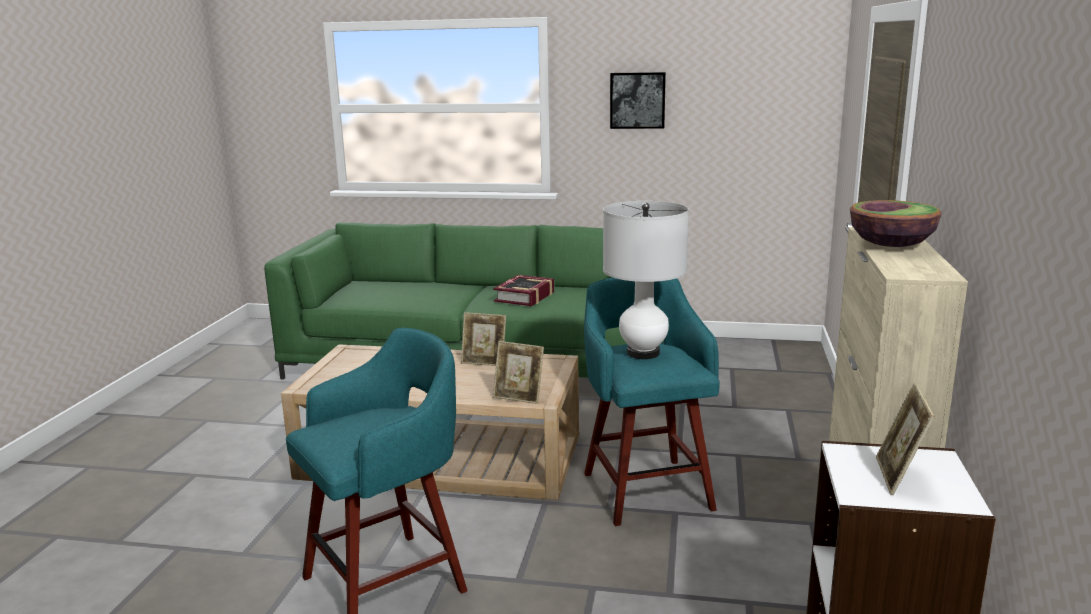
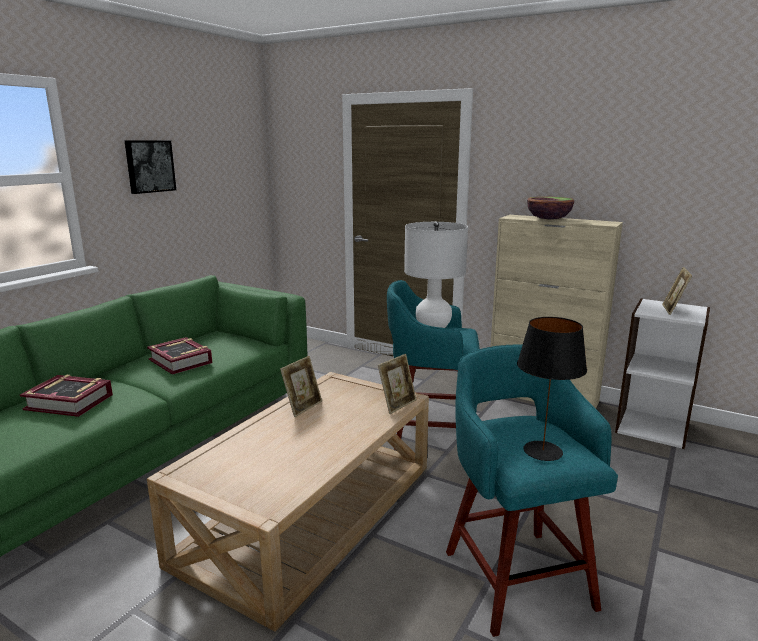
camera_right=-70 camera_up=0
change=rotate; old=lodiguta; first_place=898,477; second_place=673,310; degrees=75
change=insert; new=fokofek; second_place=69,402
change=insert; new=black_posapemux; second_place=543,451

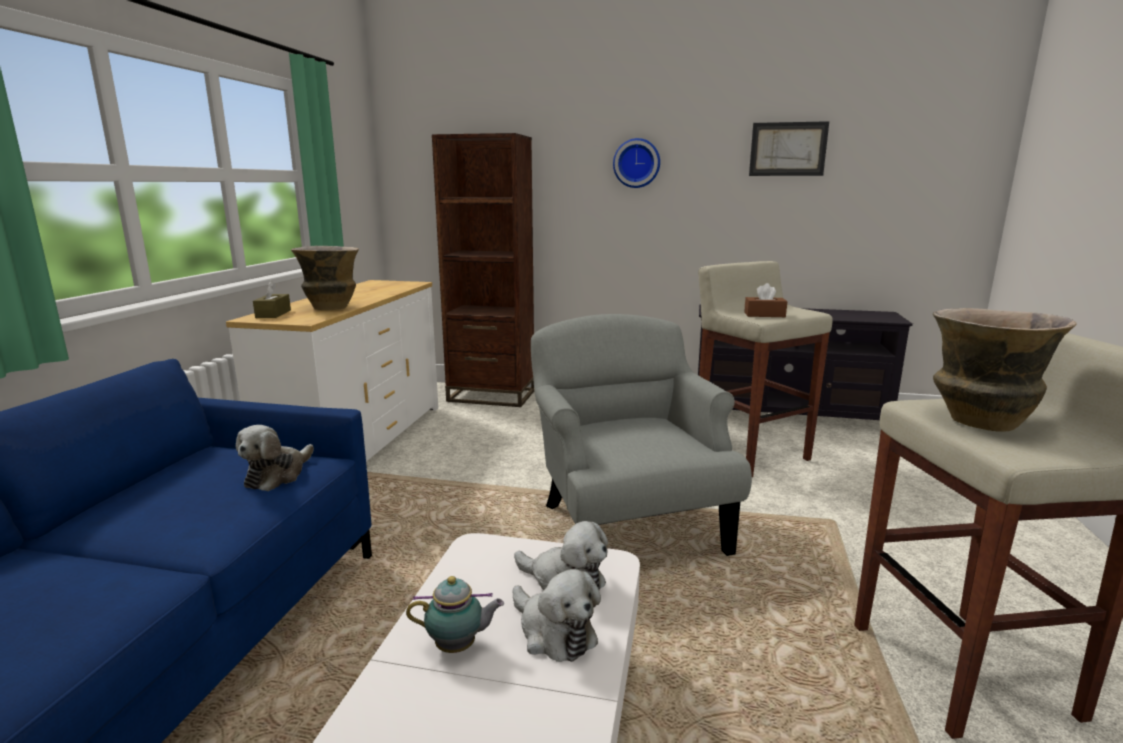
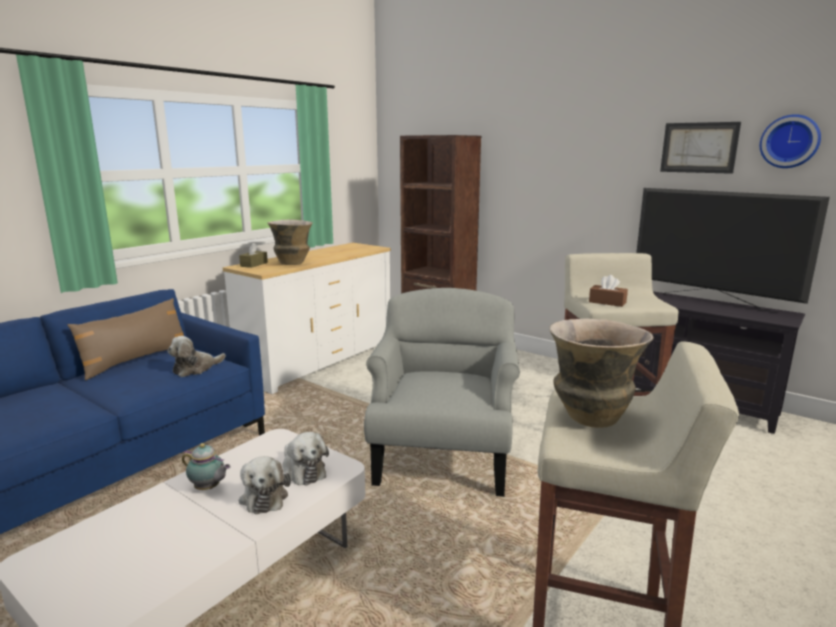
camera_right=25 camera_up=0
change=move; old=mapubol; first_place=636,163; second_place=789,141
change=insert; new=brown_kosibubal; second_place=136,360
change=insert; new=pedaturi; second_place=711,301

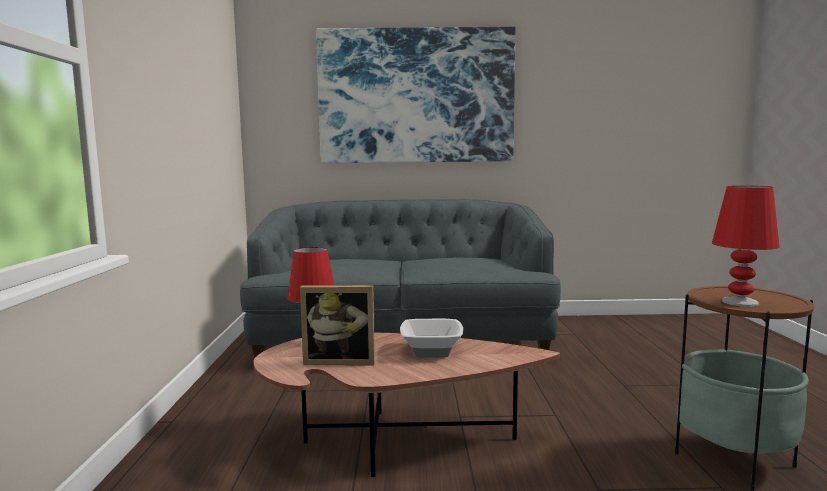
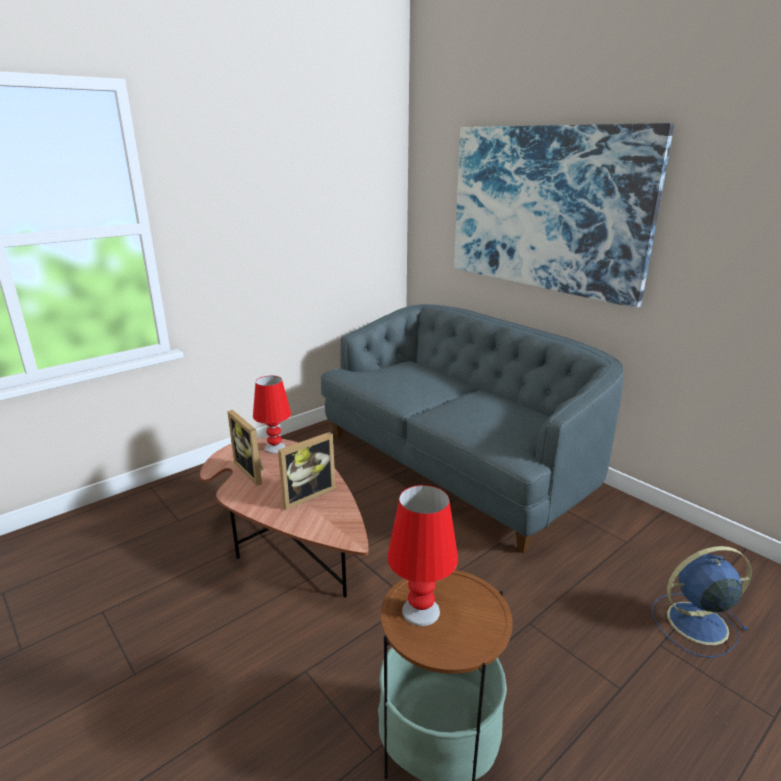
camera_right=50 camera_up=15
change=replace; old=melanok; new=lodiguta; first_place=431,351; second_place=306,494
change=insert; new=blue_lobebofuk; second_place=694,623

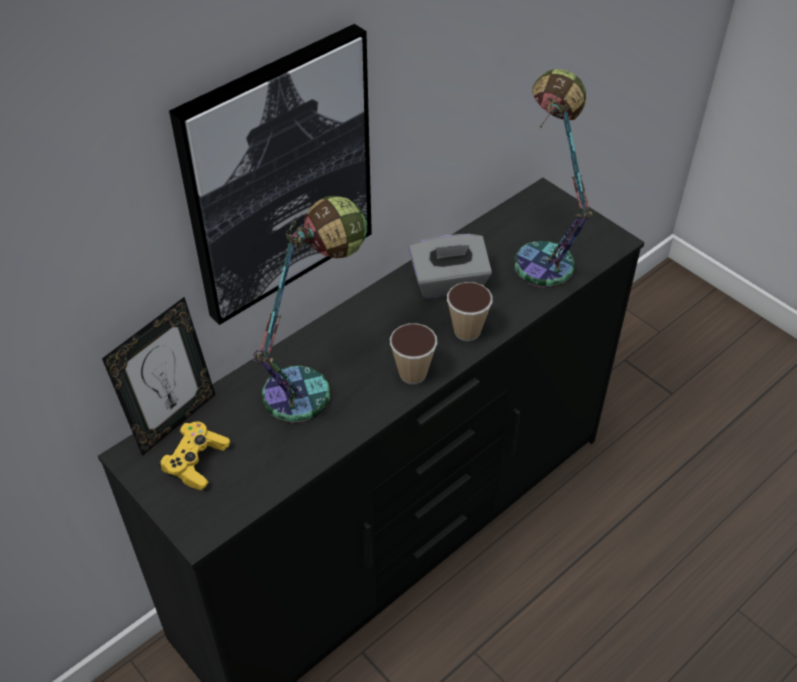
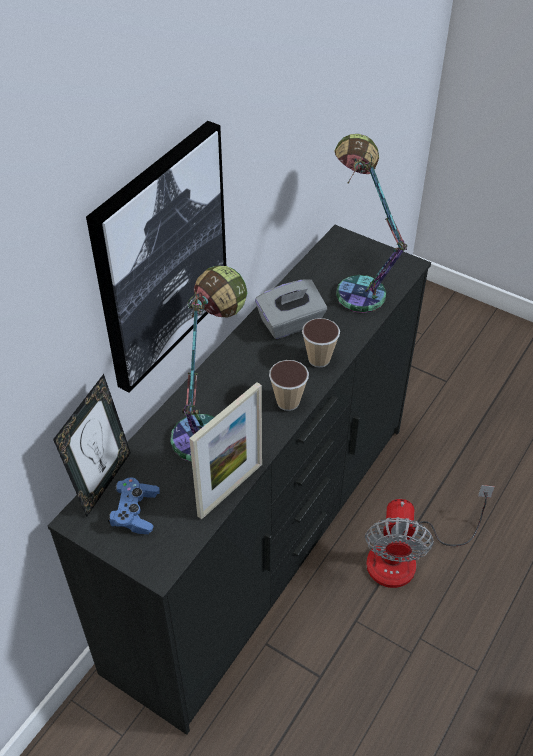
camera_right=-15 camera_up=0
change=recolor; old=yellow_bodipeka; new=blue_bodipeka; first_place=196,462; second_place=135,512
change=insert; new=lodiguta; second_place=230,489
change=insert; new=lobebofuk; second_place=407,557

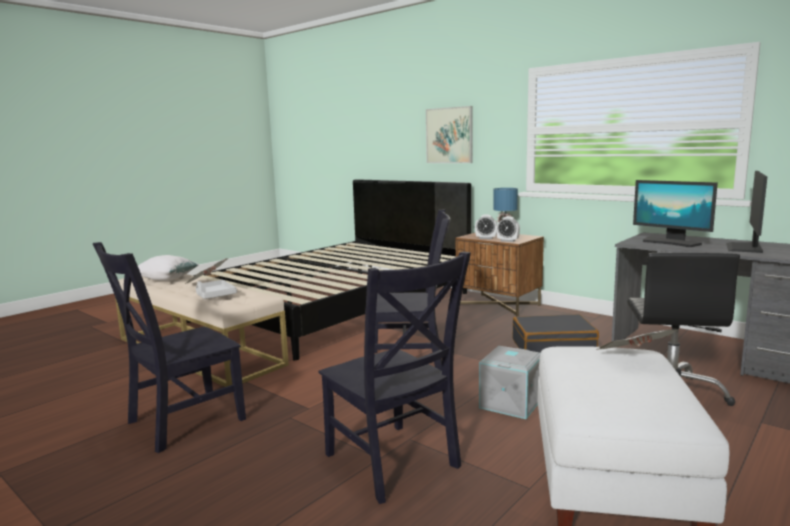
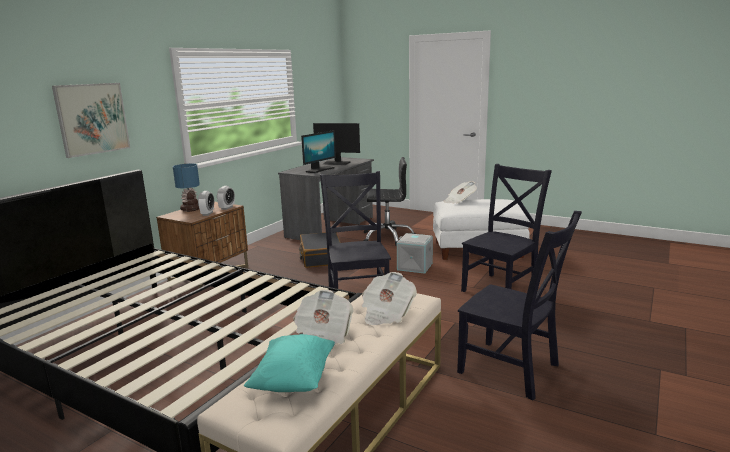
camera_right=-100 camera_up=5
change=recolor; old=white_kosibubal; new=turquoise_kosibubal; first_place=167,279; second_place=294,380
change=replace; old=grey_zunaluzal; new=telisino; first_place=214,296; second_place=386,313

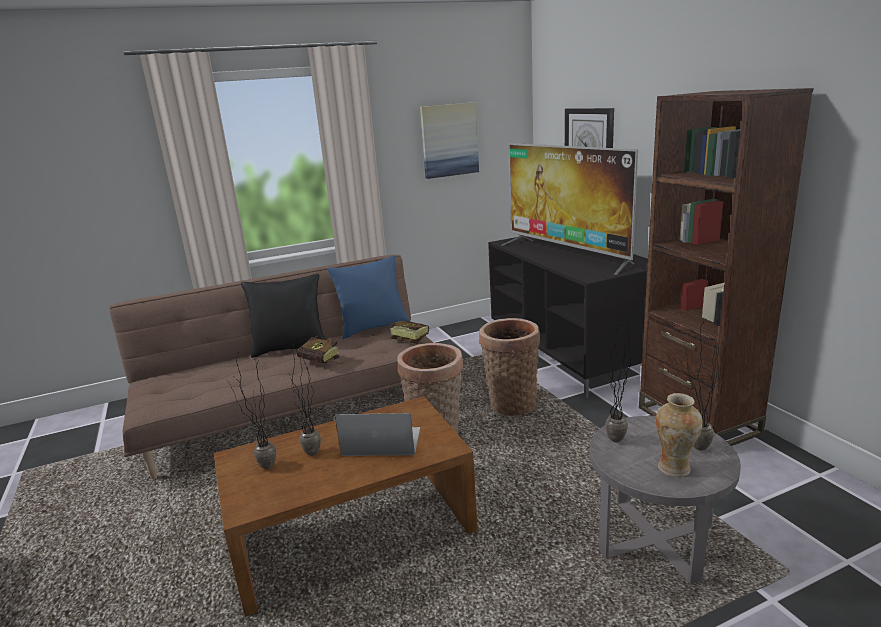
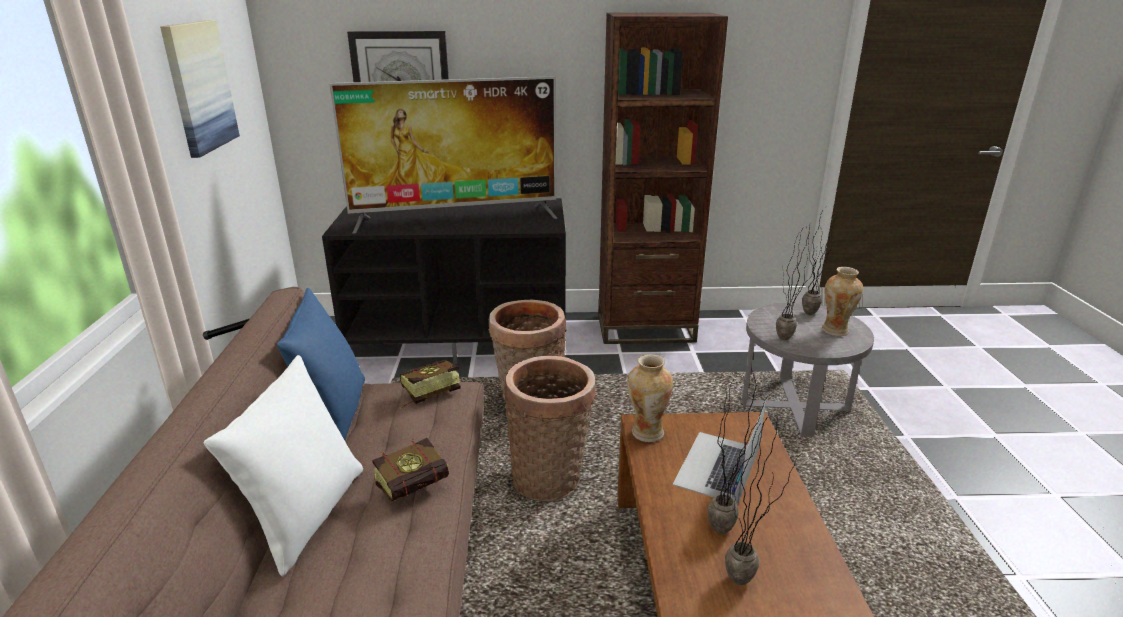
camera_right=-70 camera_up=5
change=recolor; old=black_kosibubal; new=white_kosibubal; first_place=291,348; second_place=306,516
change=insert; new=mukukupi; second_place=646,432

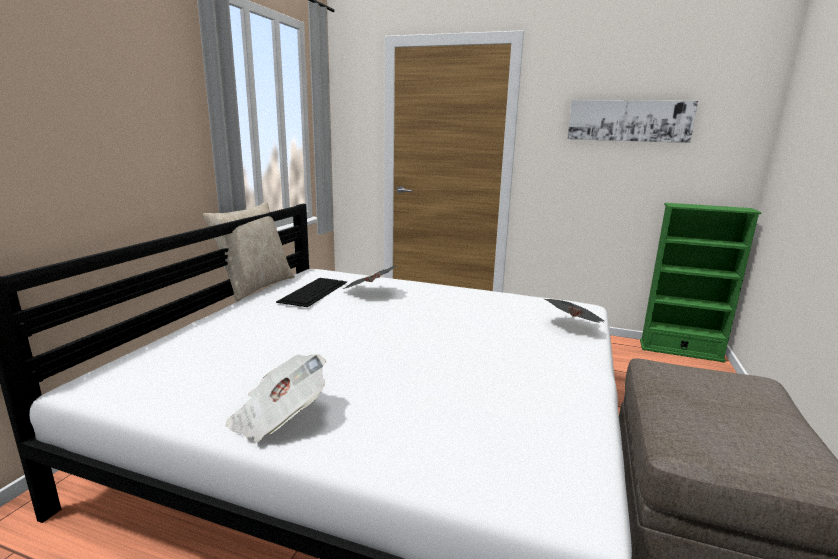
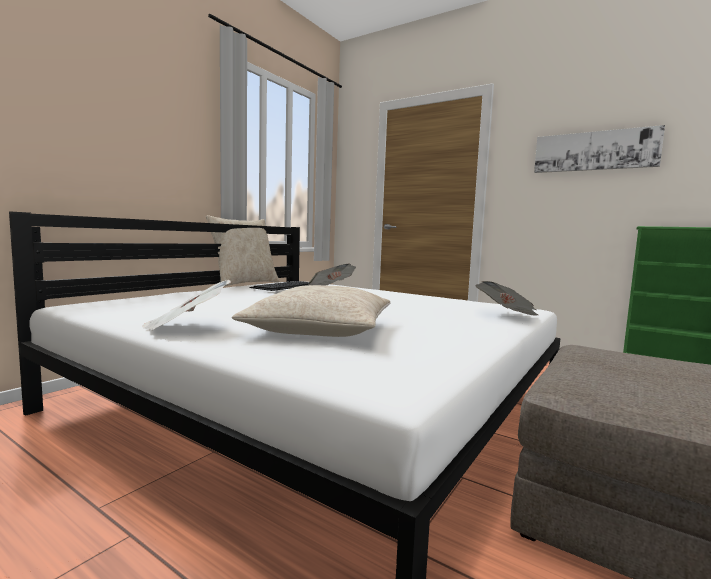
camera_right=15 camera_up=-10
change=insert; new=beige_kosibubal; second_place=320,329

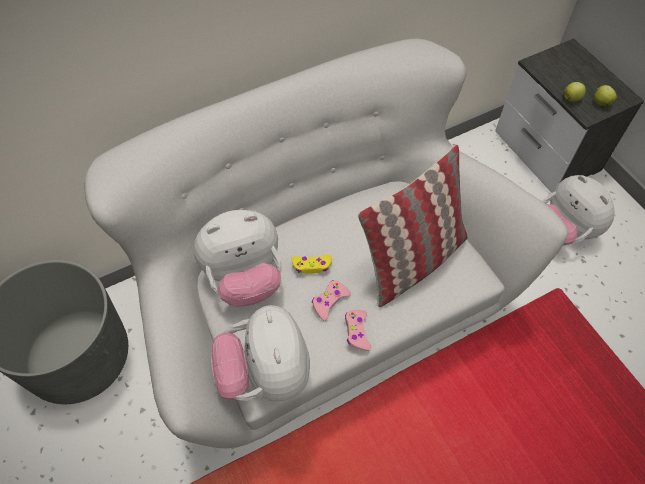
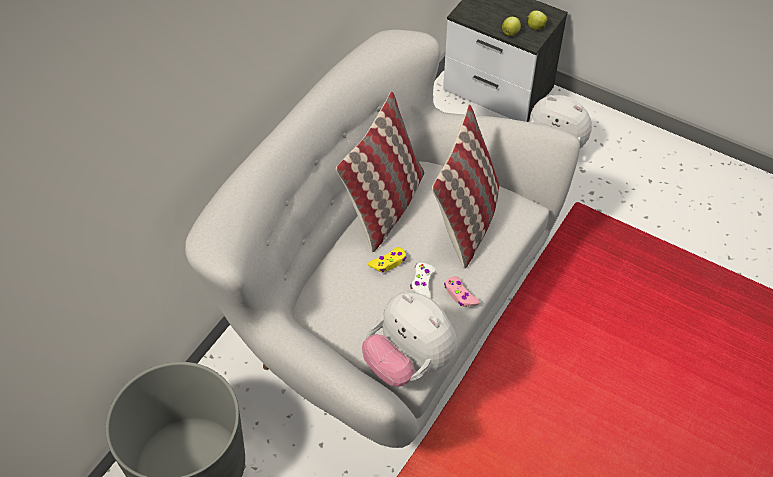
camera_right=-30 camera_up=-5
change=delete; old=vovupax; first_place=244,278
change=recolor; old=pink_bodipeka; new=white_bodipeka; first_place=329,301; second_place=422,283
change=insert; new=kosibubal; second_place=385,207

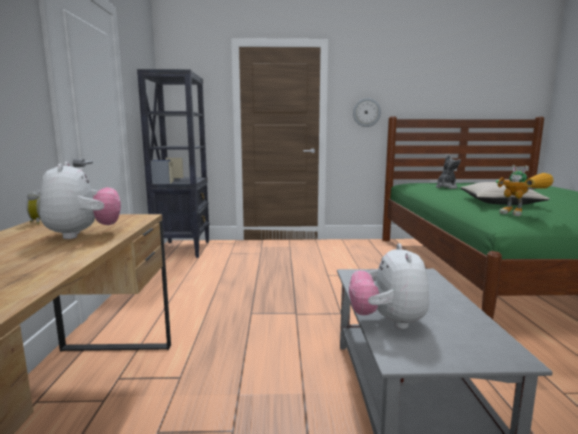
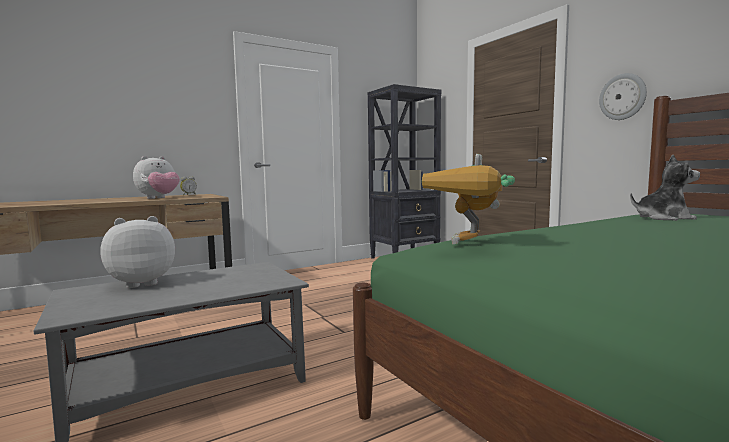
camera_right=60 camera_up=-5
change=delete; old=beige_kosibubal; first_place=499,202

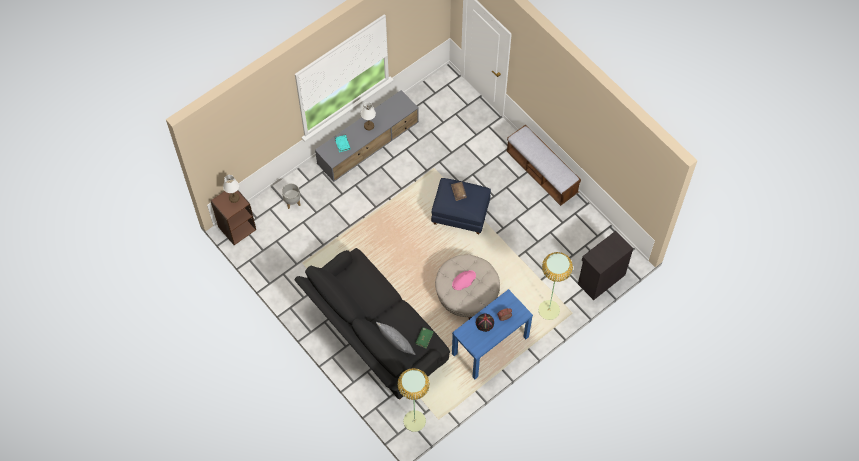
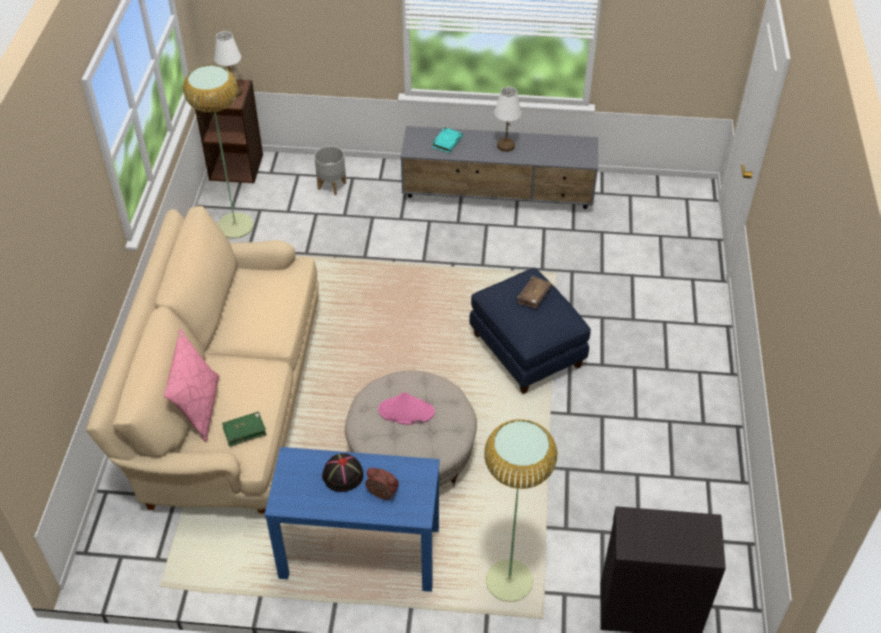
camera_right=45 camera_up=-15
change=recolor; old=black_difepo; new=beige_difepo; first_place=374,334; second_place=227,400
change=recolor; old=grey_kosibubal; new=pink_kosibubal; first_place=396,345; second_place=198,408
change=move; old=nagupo; first_place=414,421; second_place=235,226
change=delete; old=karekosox; first_place=541,173

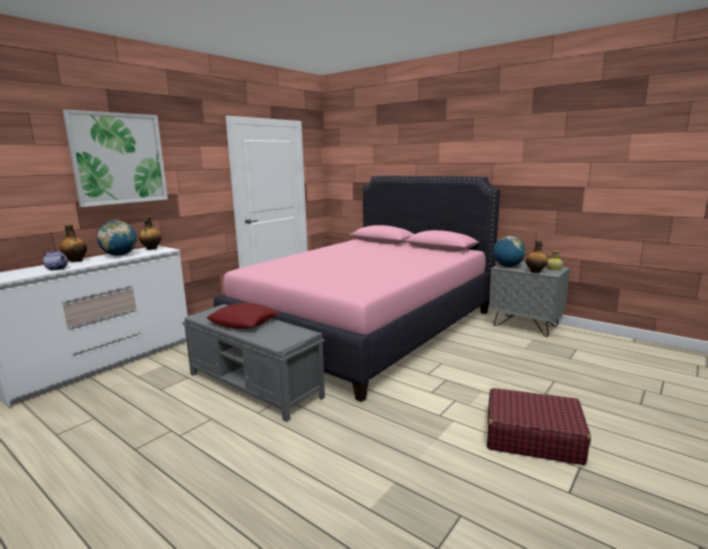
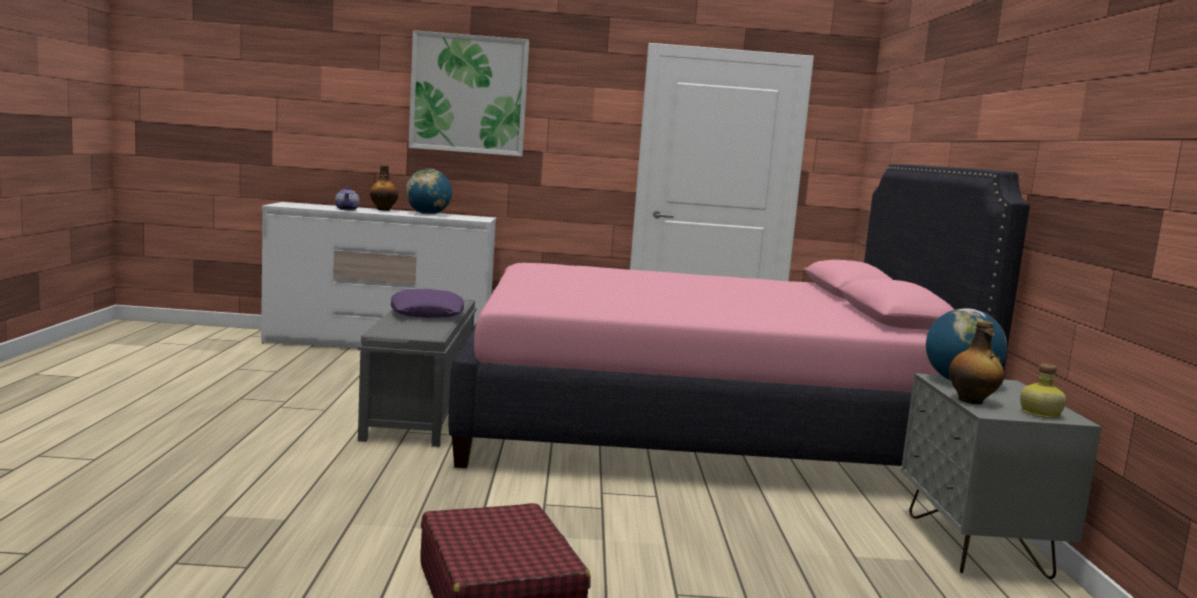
camera_right=50 camera_up=-5
change=delete; old=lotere; first_place=151,249
change=recolor; old=red_kosibubal; new=purple_kosibubal; first_place=243,322; second_place=427,313

